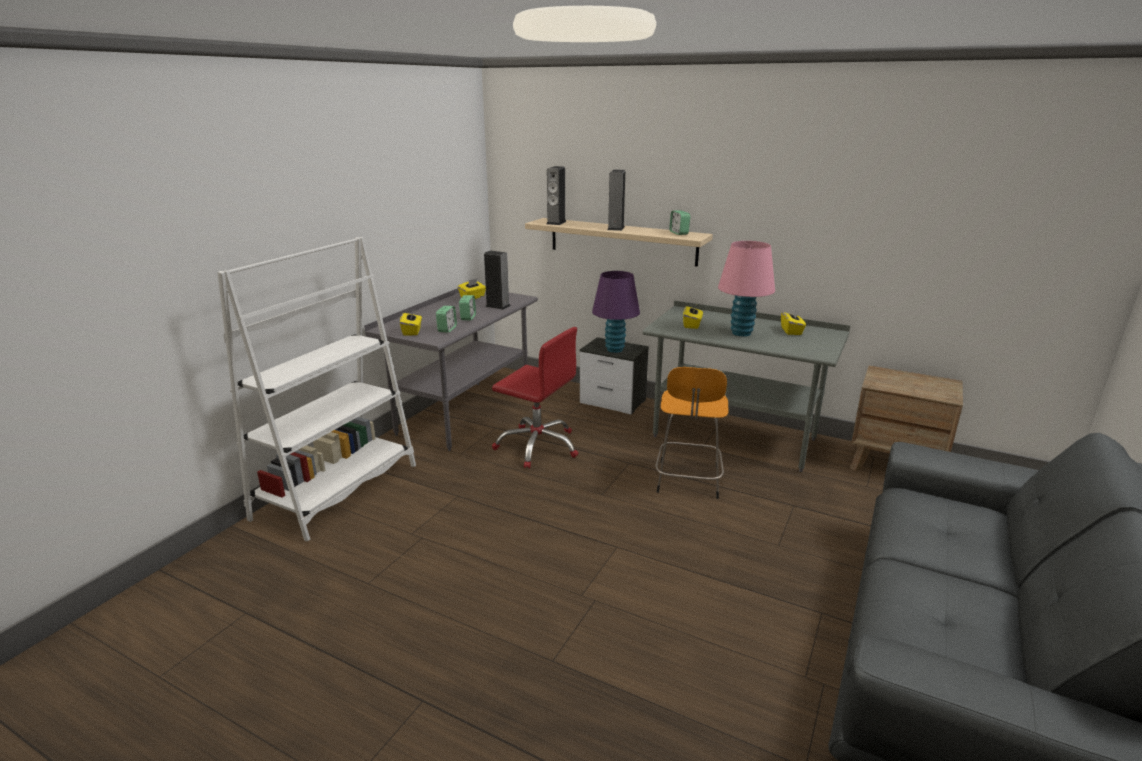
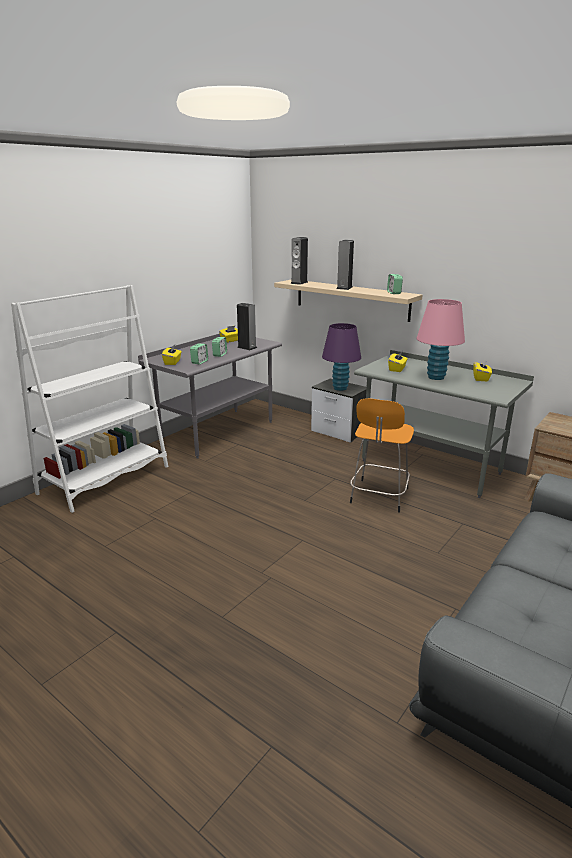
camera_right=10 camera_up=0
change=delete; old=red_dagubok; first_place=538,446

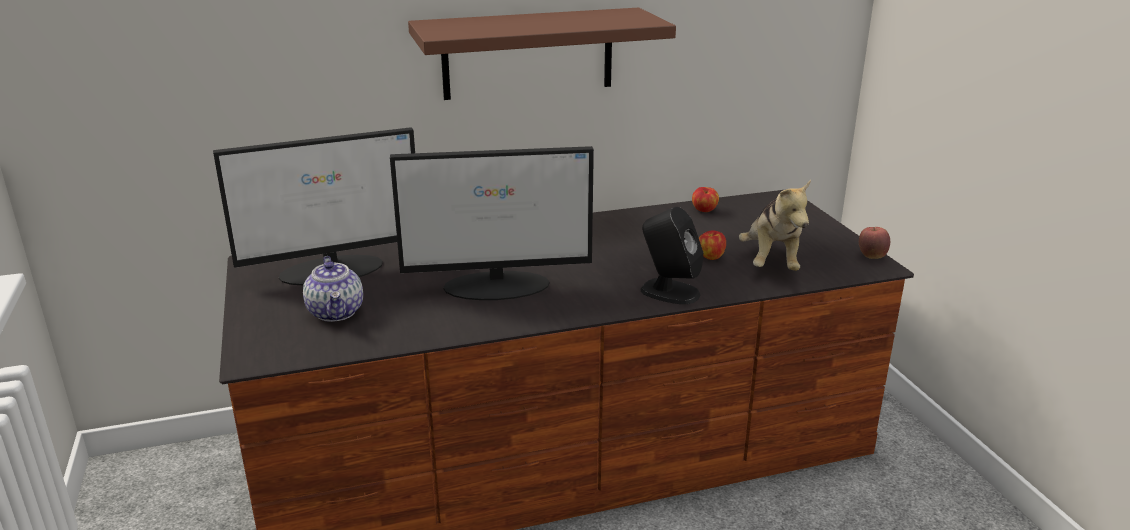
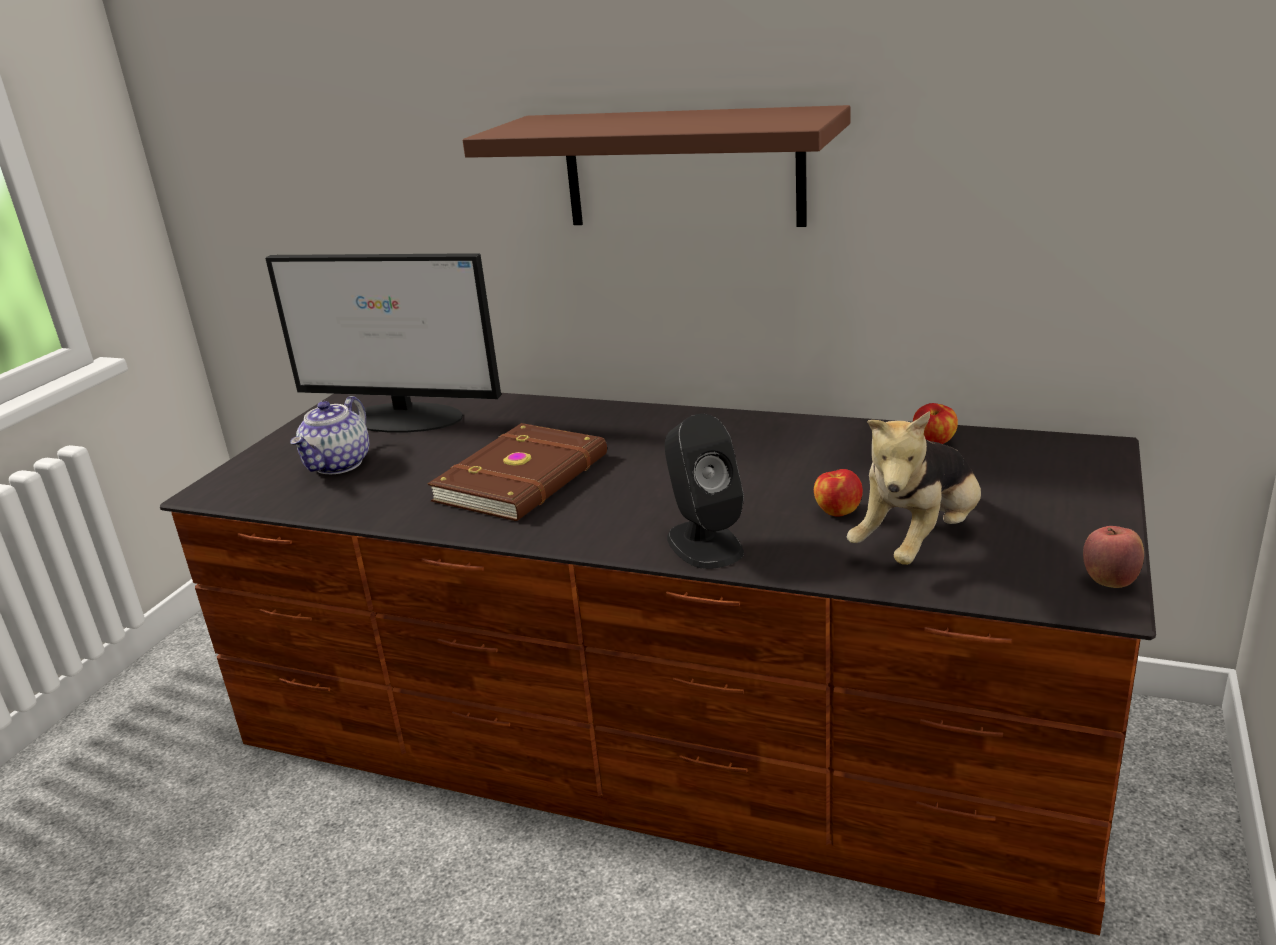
camera_right=40 camera_up=0
change=replace; old=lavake; new=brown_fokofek; first_place=498,286; second_place=525,478

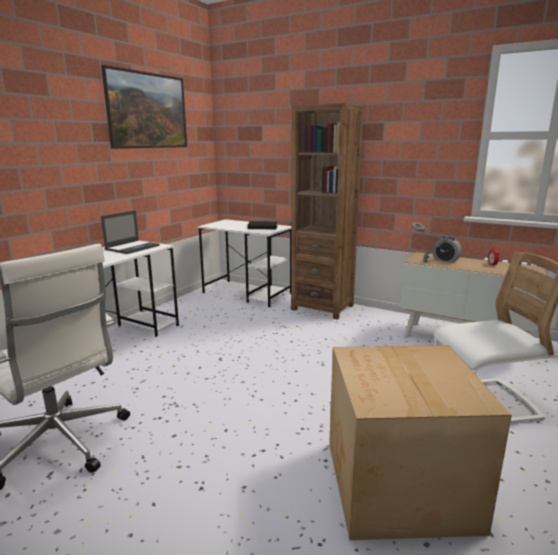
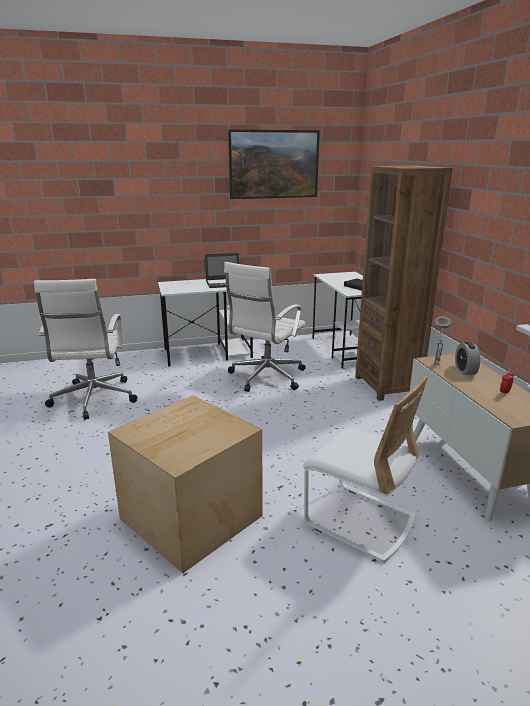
camera_right=45 camera_up=5
change=insert; new=white_dagubok; second_place=265,377

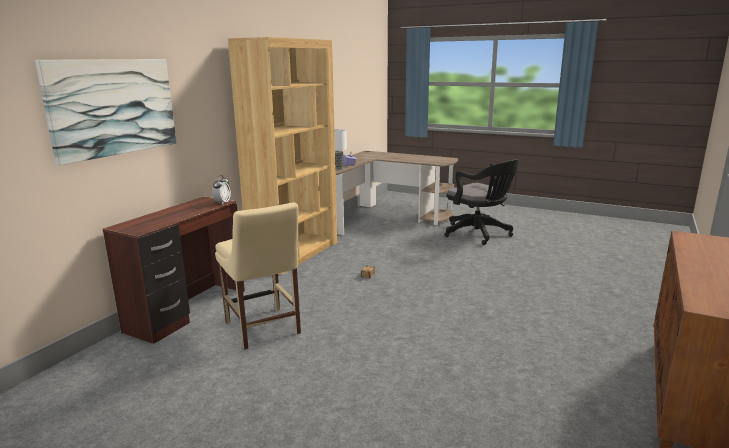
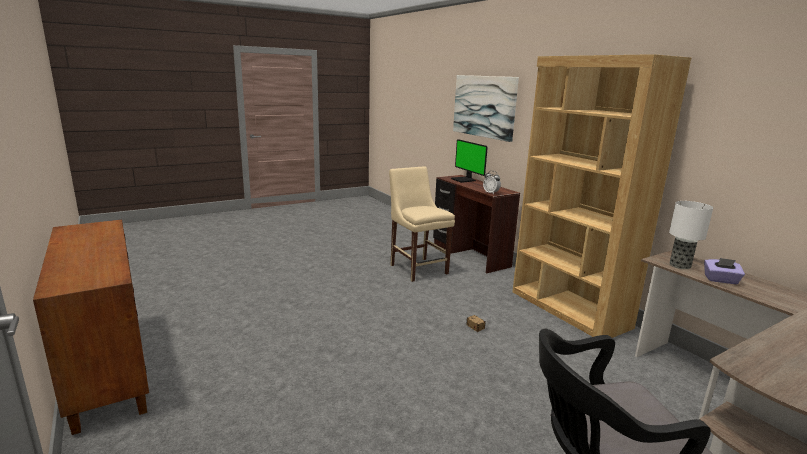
camera_right=120 camera_up=0
change=rotate; old=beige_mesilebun; first_place=263,329; second_place=417,268; degrees=60
change=insert; new=lavake; second_place=464,180

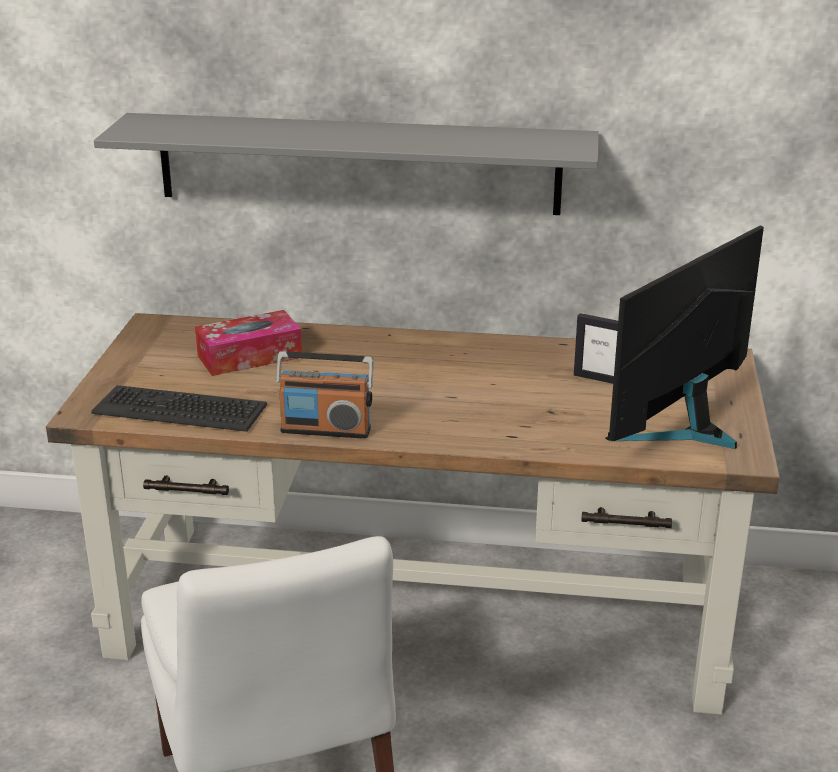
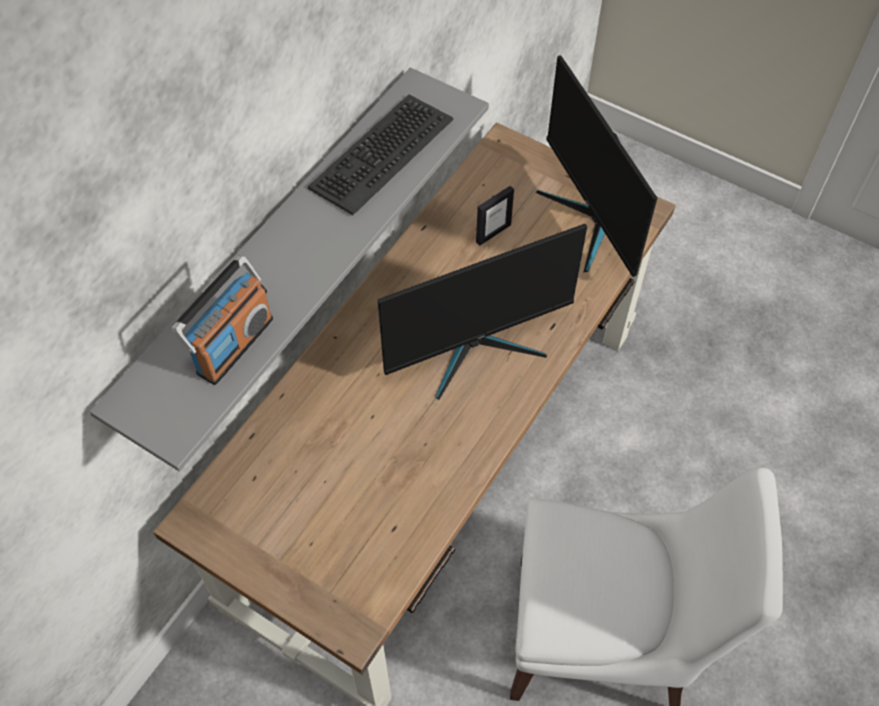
camera_right=-65 camera_up=30
change=move; old=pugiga; first_place=180,409; second_place=381,153
change=delete; old=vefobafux; first_place=249,356
change=move; old=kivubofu; first_place=326,429; second_place=234,345
change=insert; new=lavake; second_place=477,348

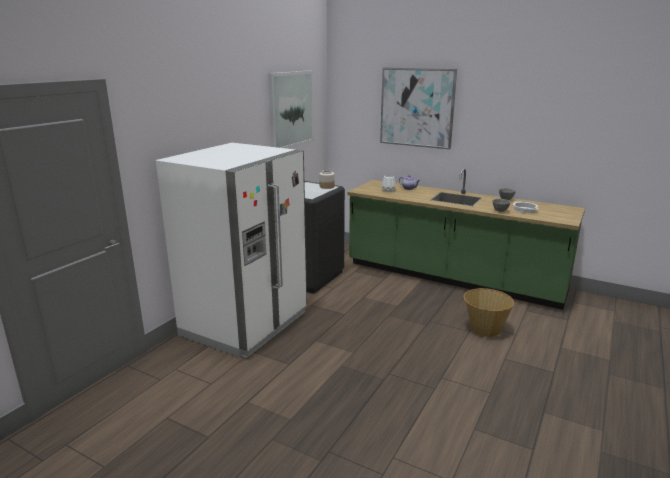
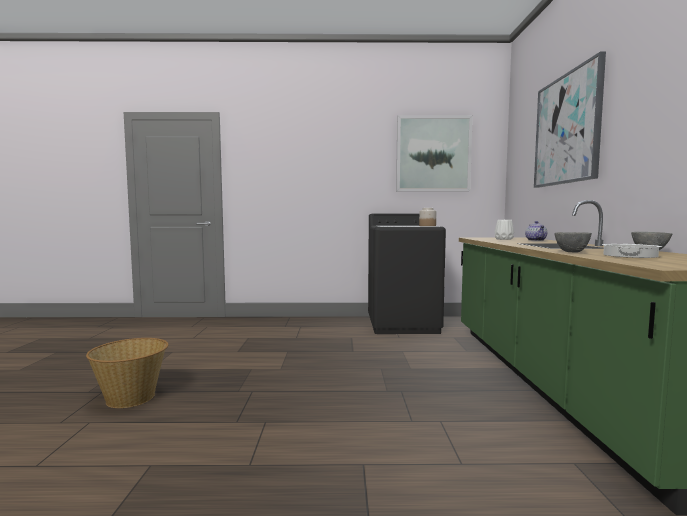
camera_right=60 camera_up=-15
change=delete; old=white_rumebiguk; first_place=245,324
change=move; old=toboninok; first_place=484,329; second_place=131,397

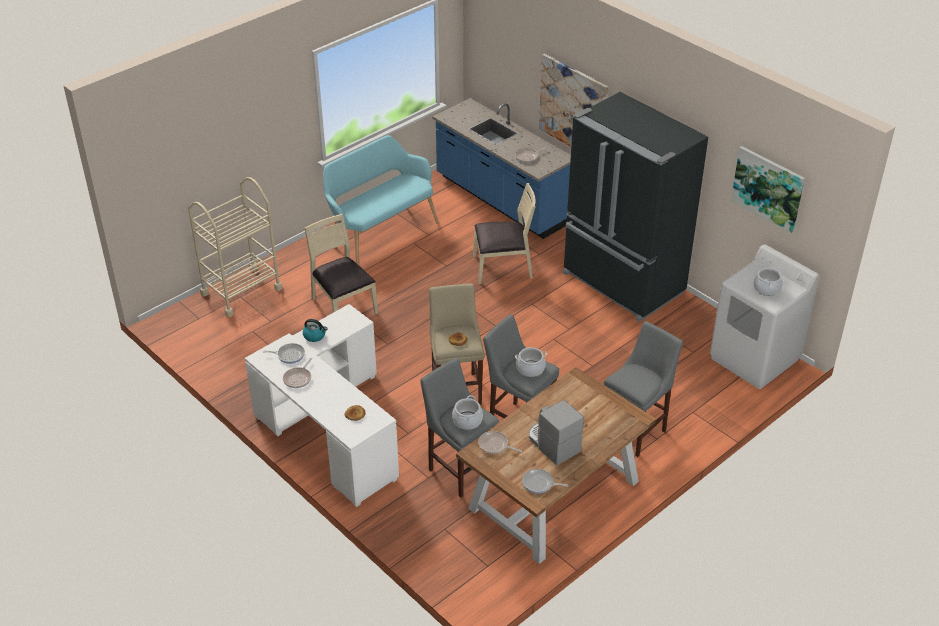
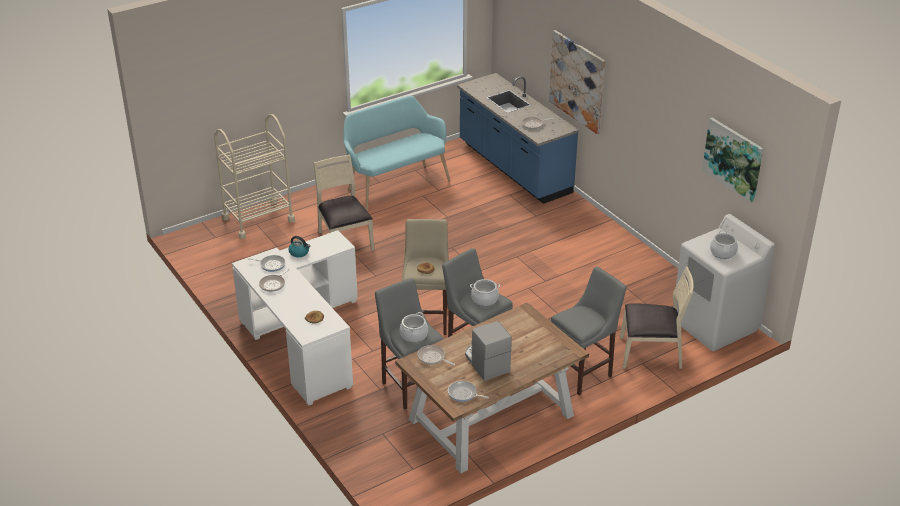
camera_right=10 camera_up=-5
change=move; old=beige_mesilebun; first_place=503,267; second_place=651,353
change=delete; old=black_rumebiguk; first_place=622,284

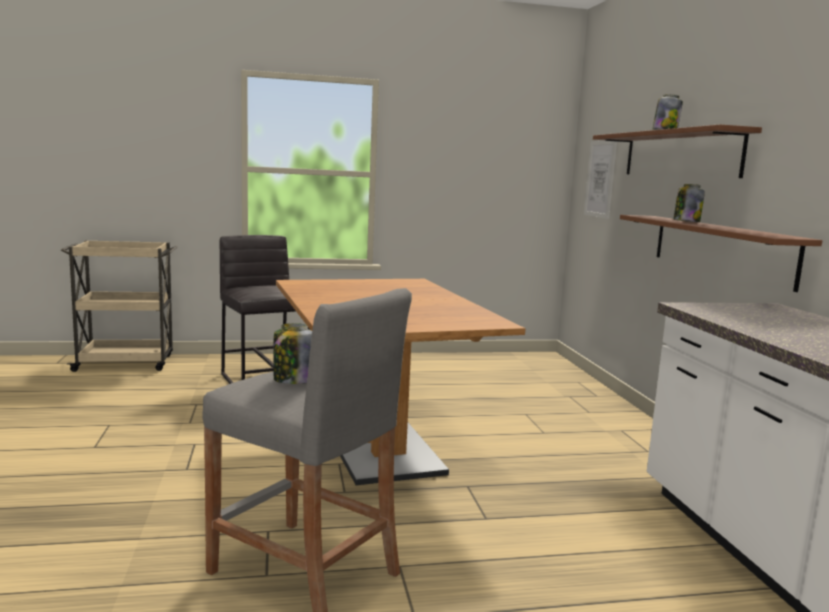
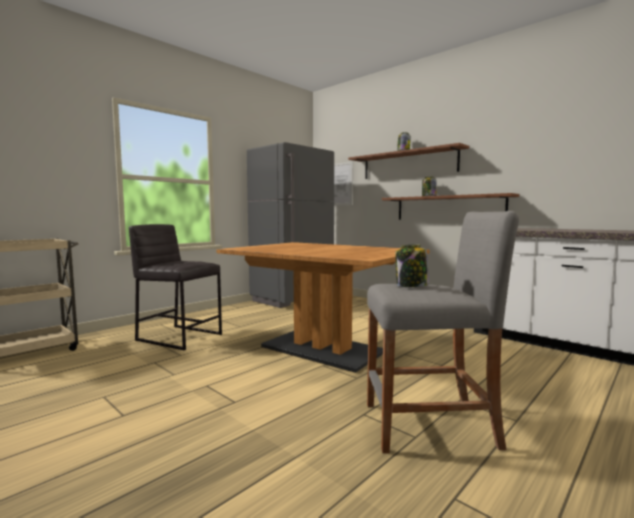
camera_right=-35 camera_up=-5
change=insert; new=grey_rumebiguk; second_place=293,300

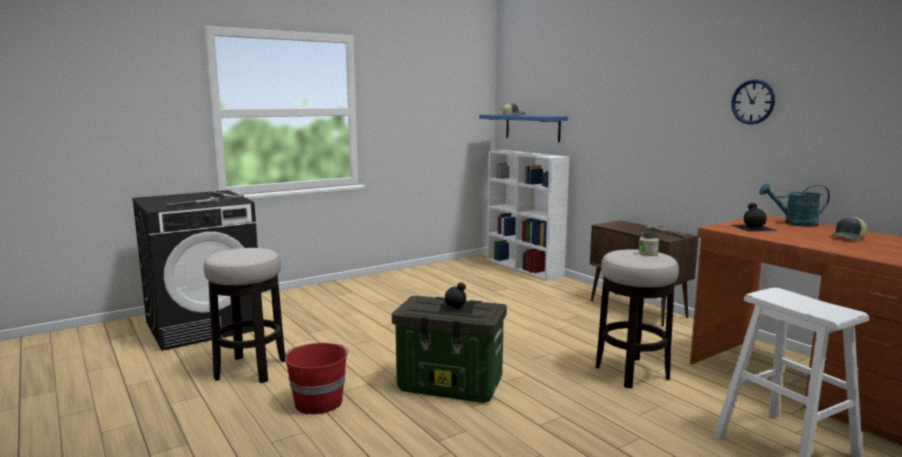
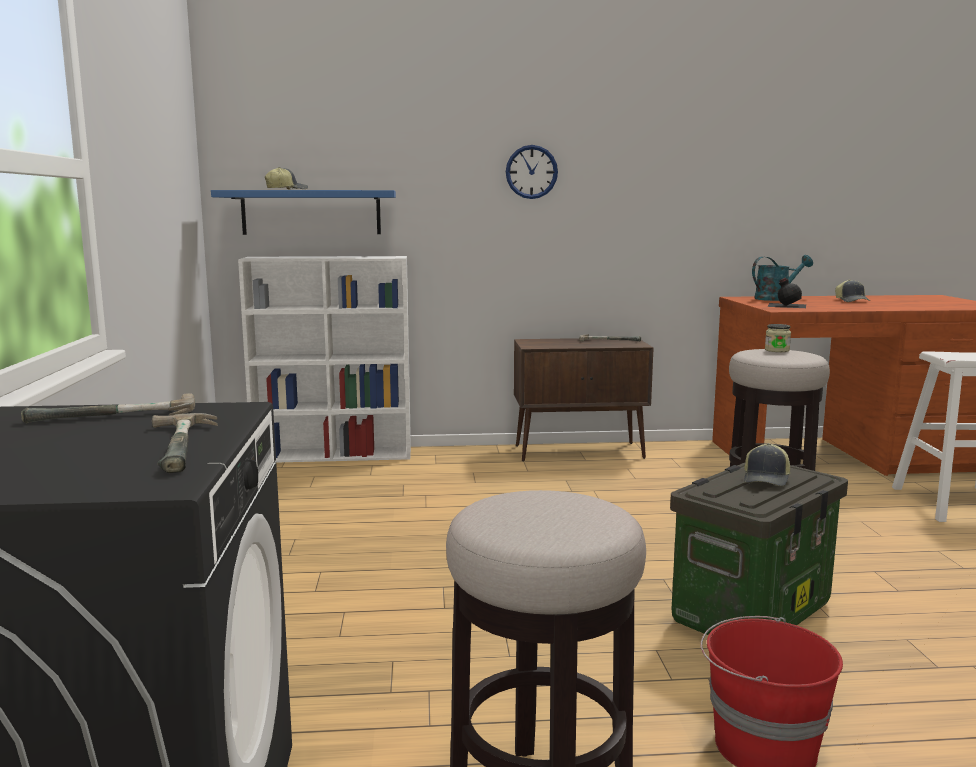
camera_right=-60 camera_up=0
change=replace; old=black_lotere; new=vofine; first_place=457,307; second_place=767,479
change=move; old=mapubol; first_place=753,102; second_place=531,172
change=rotate; old=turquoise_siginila; first_place=794,223; second_place=776,298; degrees=-150

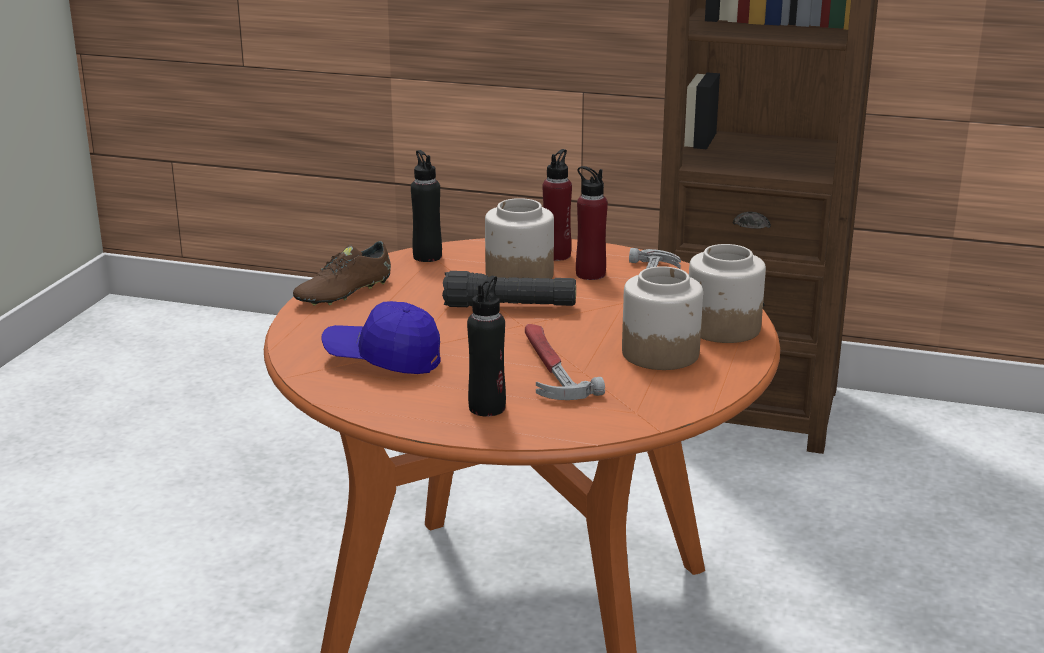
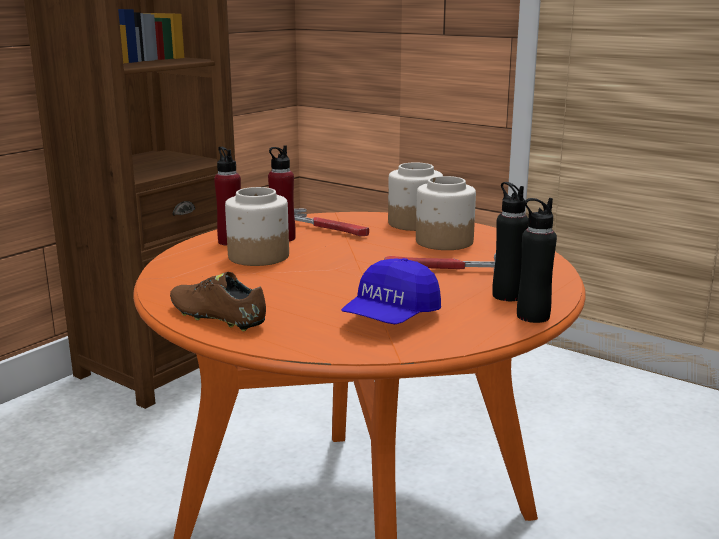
camera_right=-70 camera_up=-5
change=rotate; old=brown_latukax; first_place=343,293; second_place=217,317; degrees=150
change=move; old=black_lotere; first_place=427,256; second_place=532,316
change=delete; old=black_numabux; first_place=510,307

